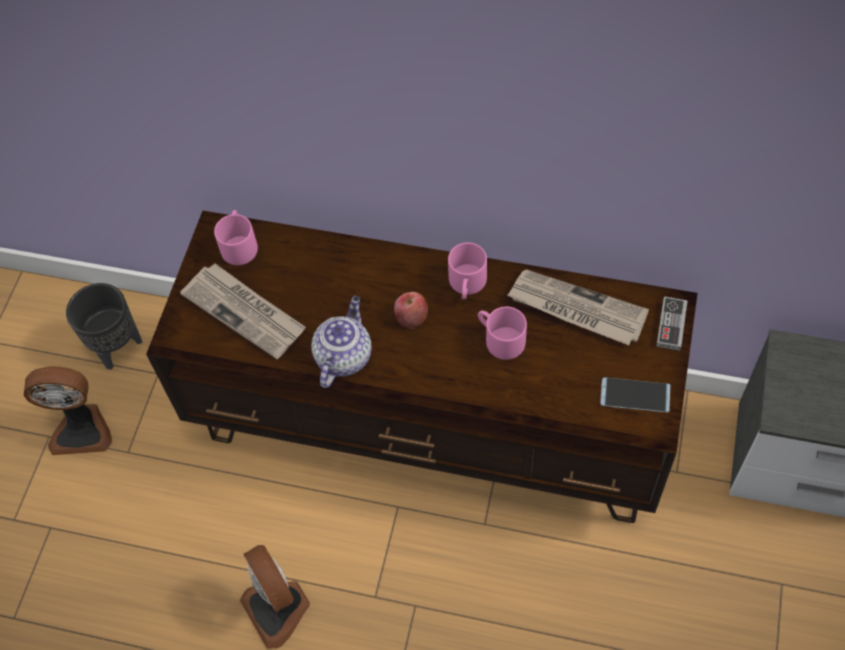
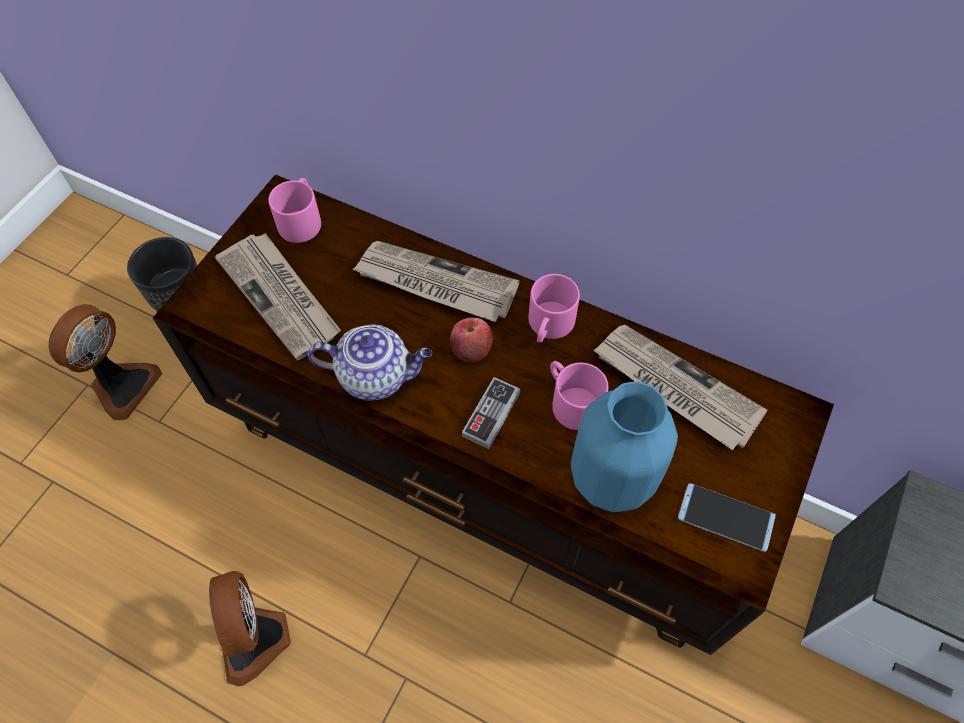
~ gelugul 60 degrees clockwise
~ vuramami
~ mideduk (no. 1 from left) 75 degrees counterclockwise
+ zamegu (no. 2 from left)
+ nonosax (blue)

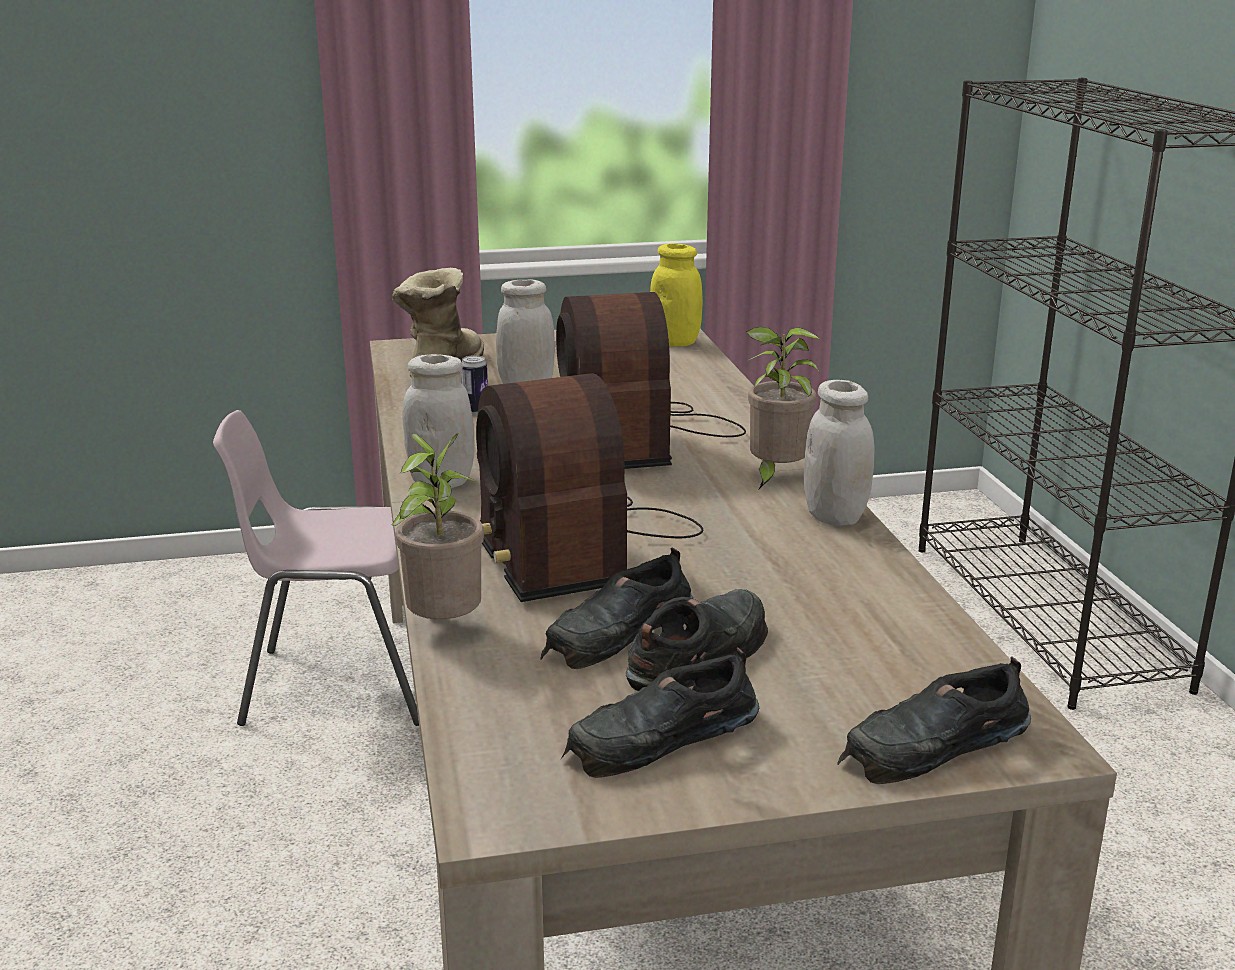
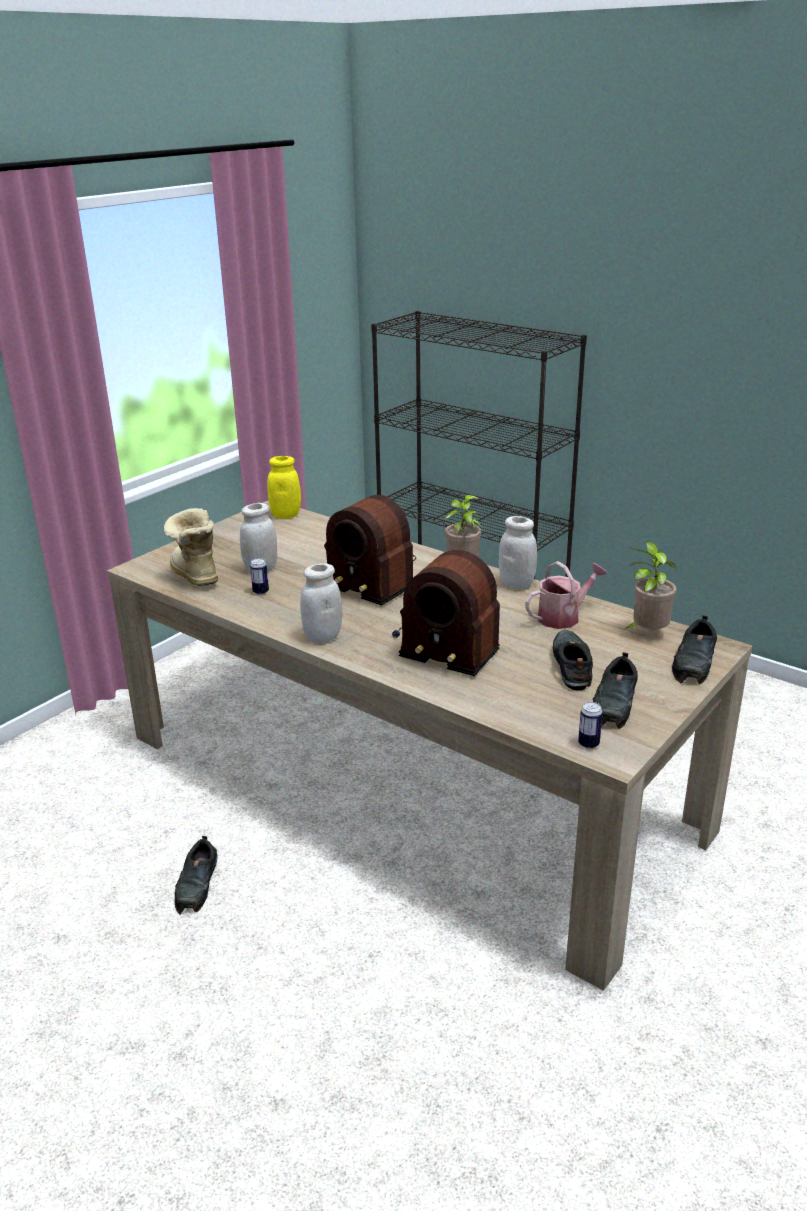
- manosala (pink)
~ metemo (no. 1 from left in the first image) to metemo (no. 2 from left)
~ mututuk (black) (no. 1 from left)
+ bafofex
+ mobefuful (no. 2 from left)

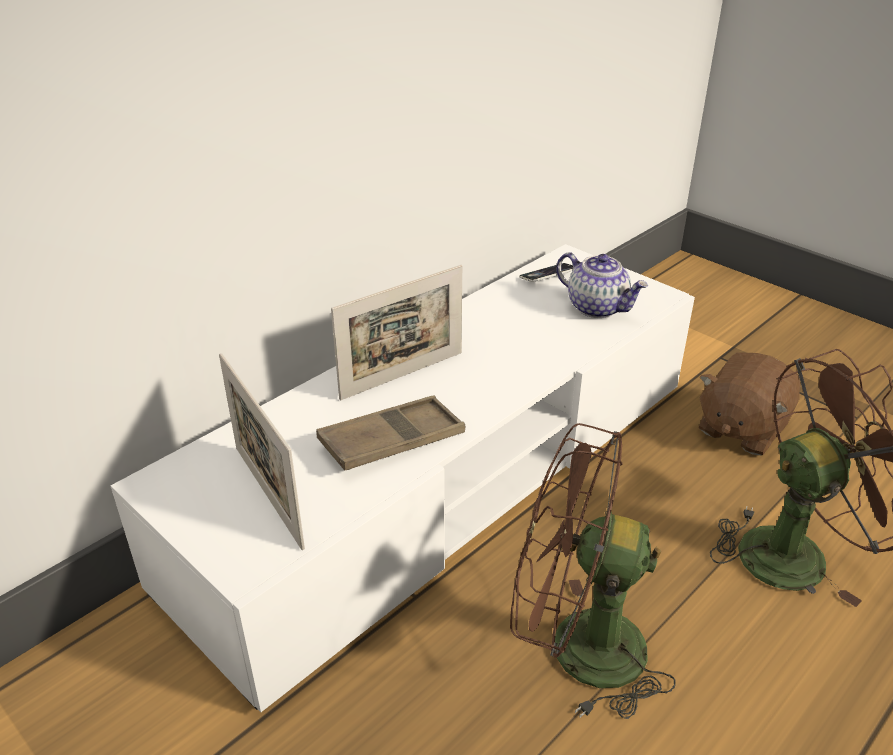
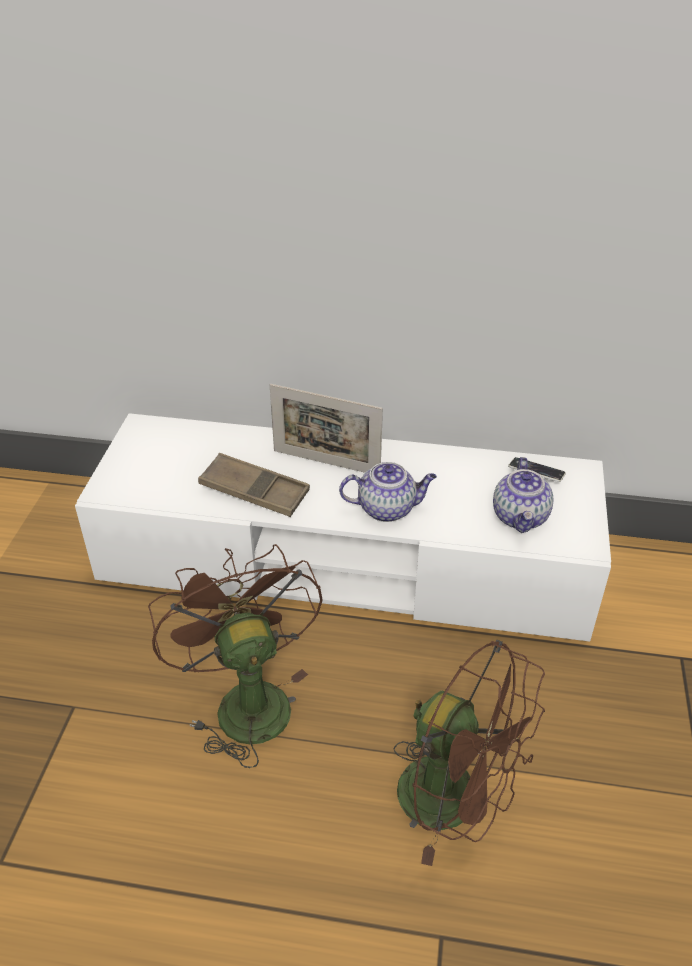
- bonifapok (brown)
- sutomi (no. 1 from left)
+ gelugul (no. 1 from left)

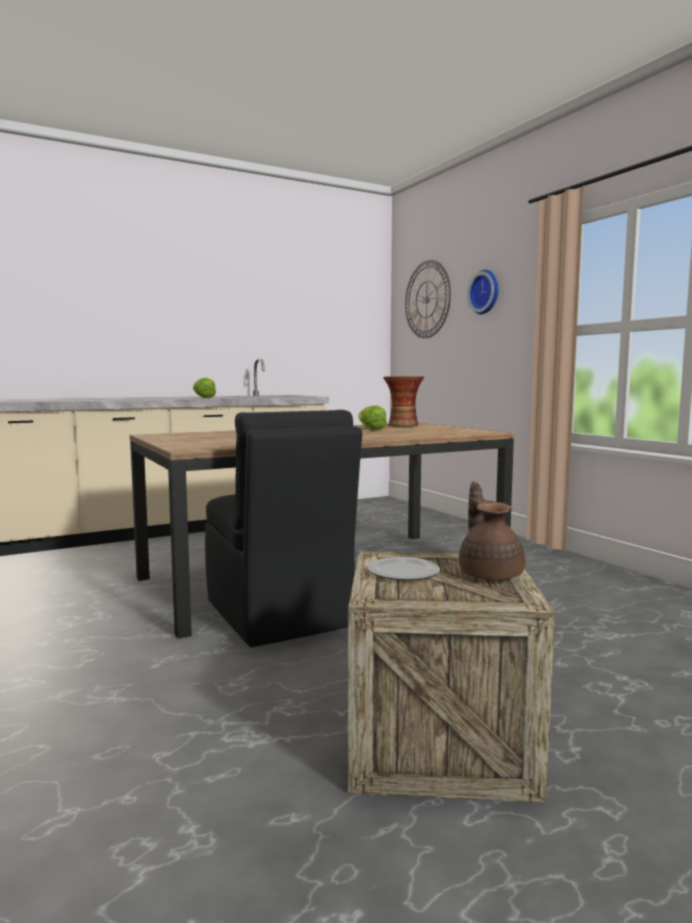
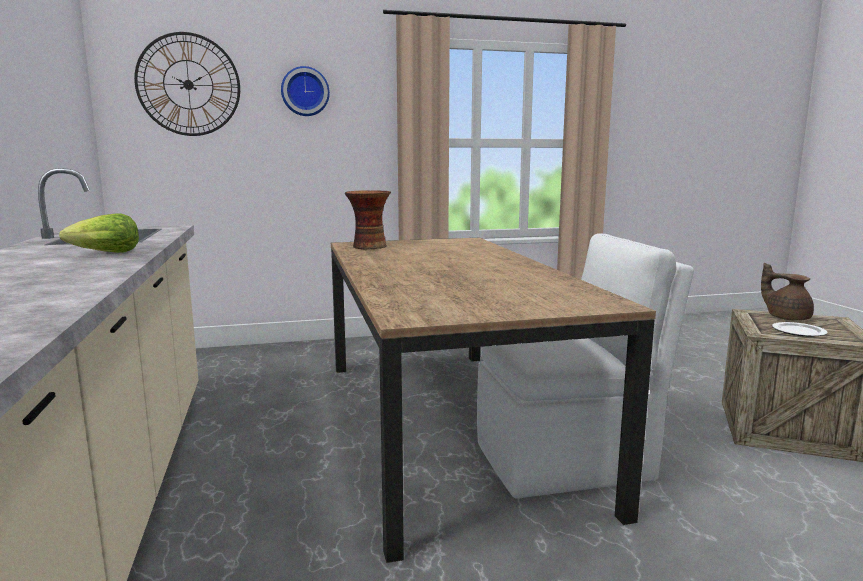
- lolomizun (no. 2 from left)
~ manosala (black) to manosala (white)
~ gelugul (brown) 45 degrees clockwise

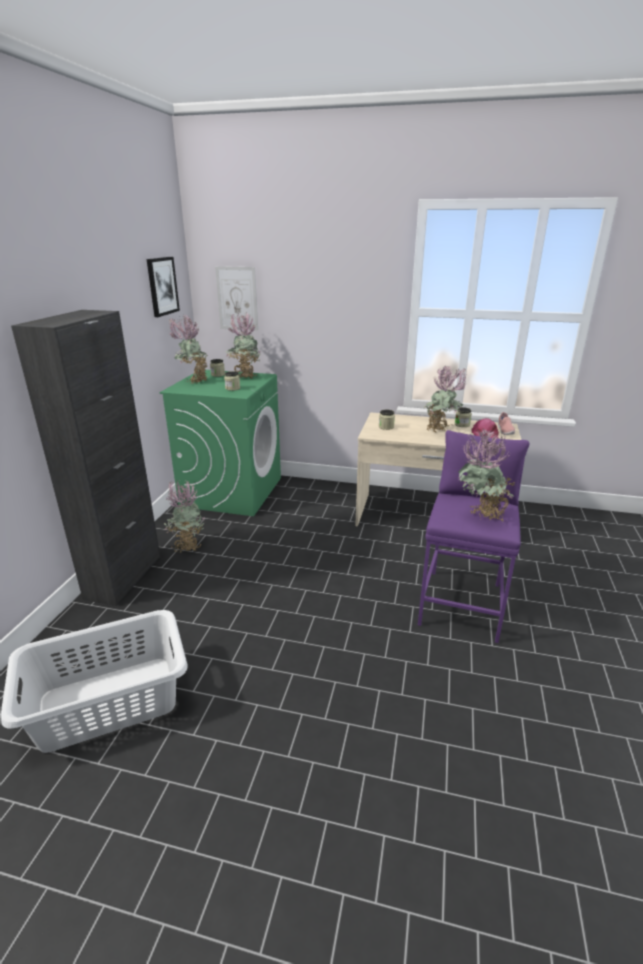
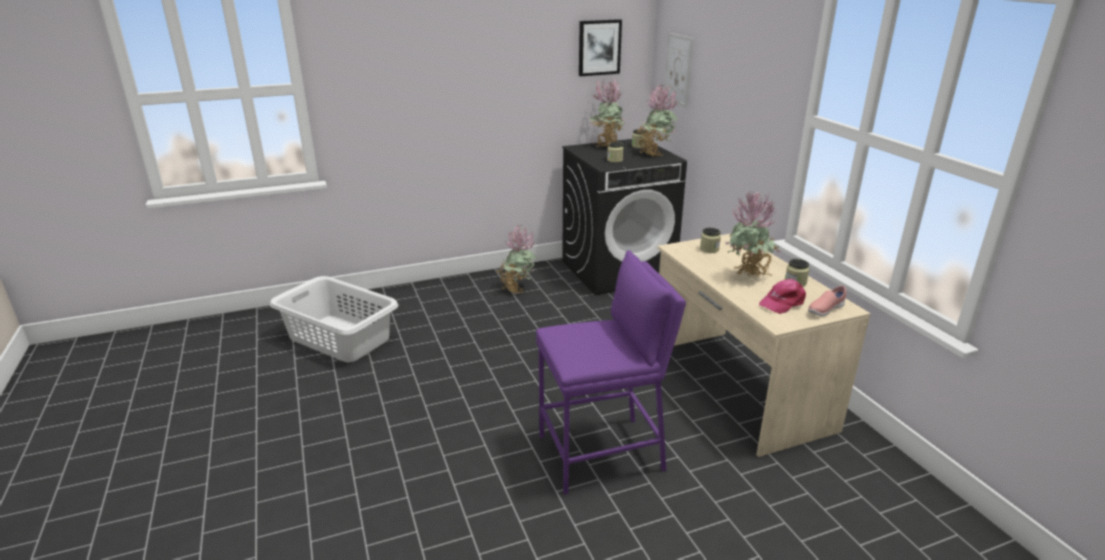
- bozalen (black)
~ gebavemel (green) to gebavemel (black)
- metemo (no. 5 from left)

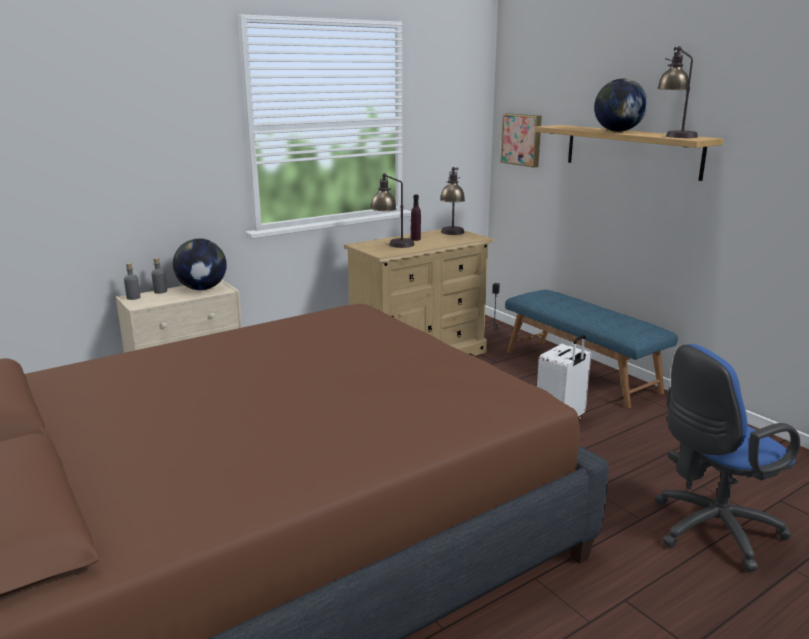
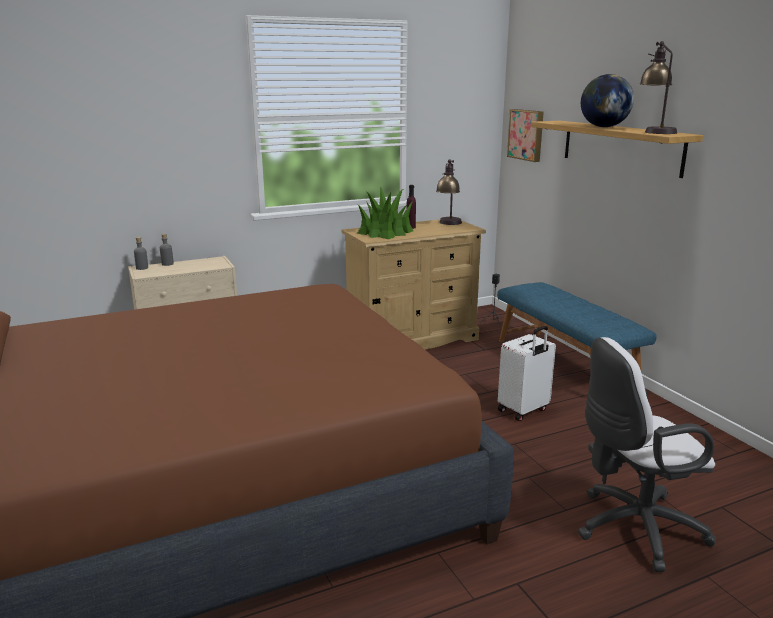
~ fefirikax (no. 1 from left) to metemo
- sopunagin (no. 1 from left)
~ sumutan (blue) to sumutan (white)

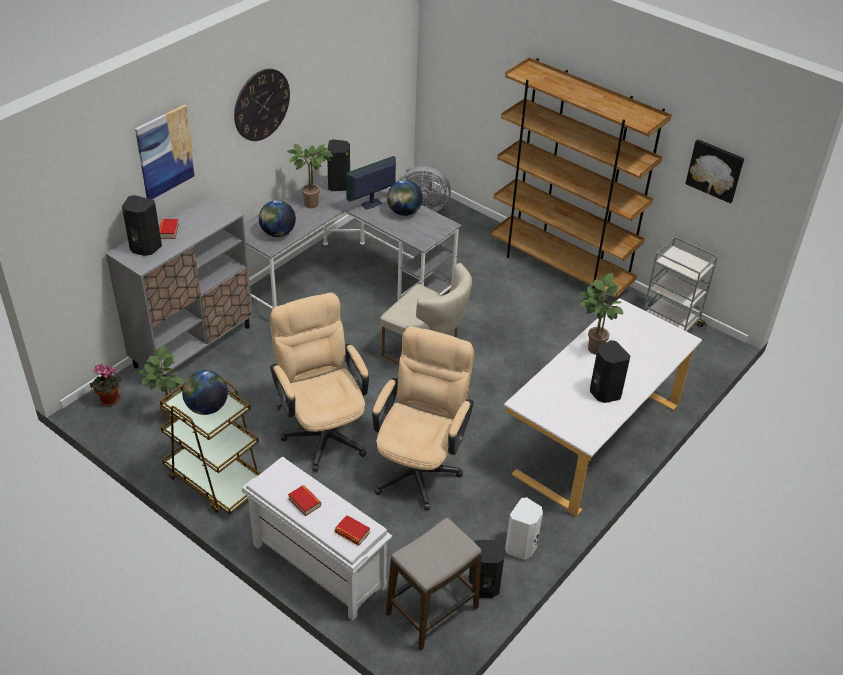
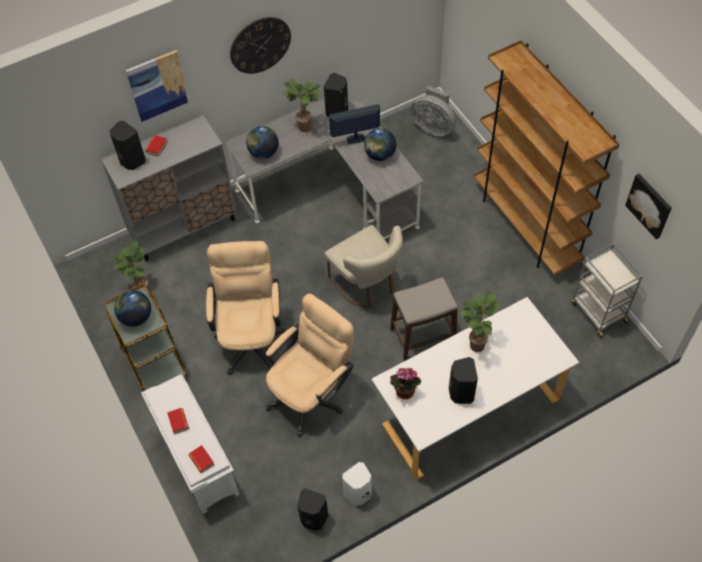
~ metemo (no. 1 from left in the first image) to metemo (no. 3 from left)
~ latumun

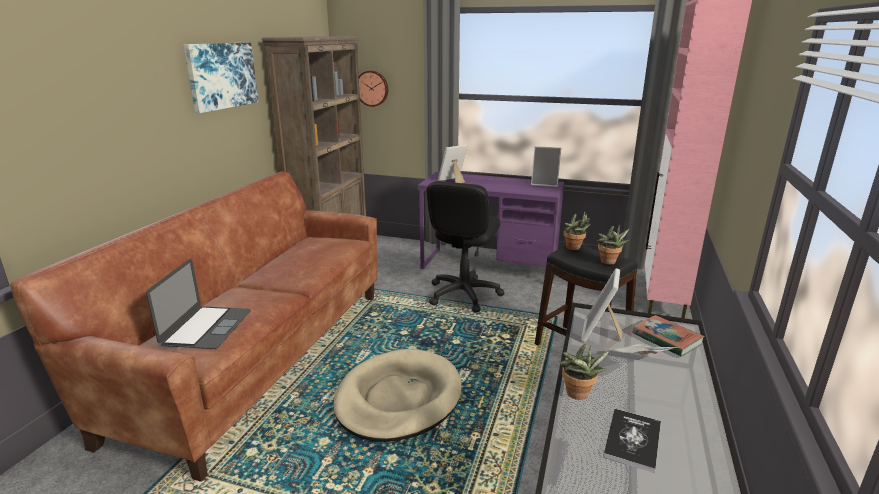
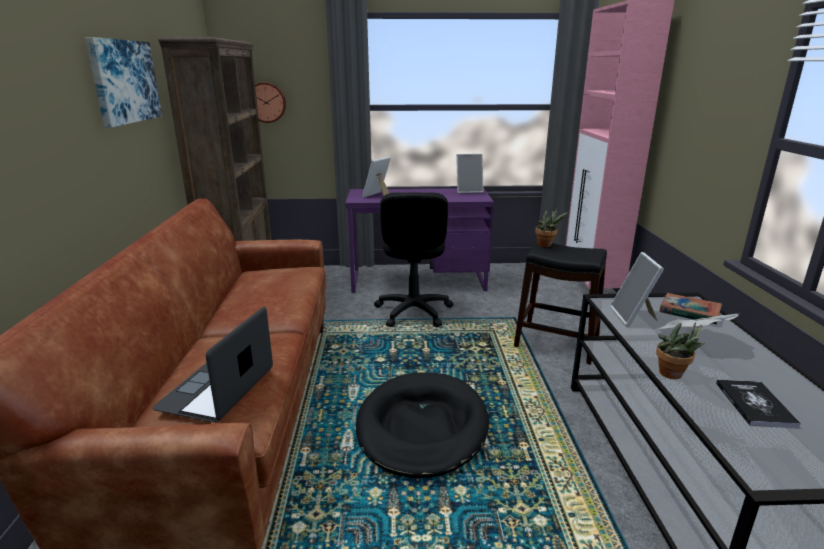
- metemo (no. 3 from left)
~ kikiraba 150 degrees counterclockwise
~ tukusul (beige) to tukusul (black)

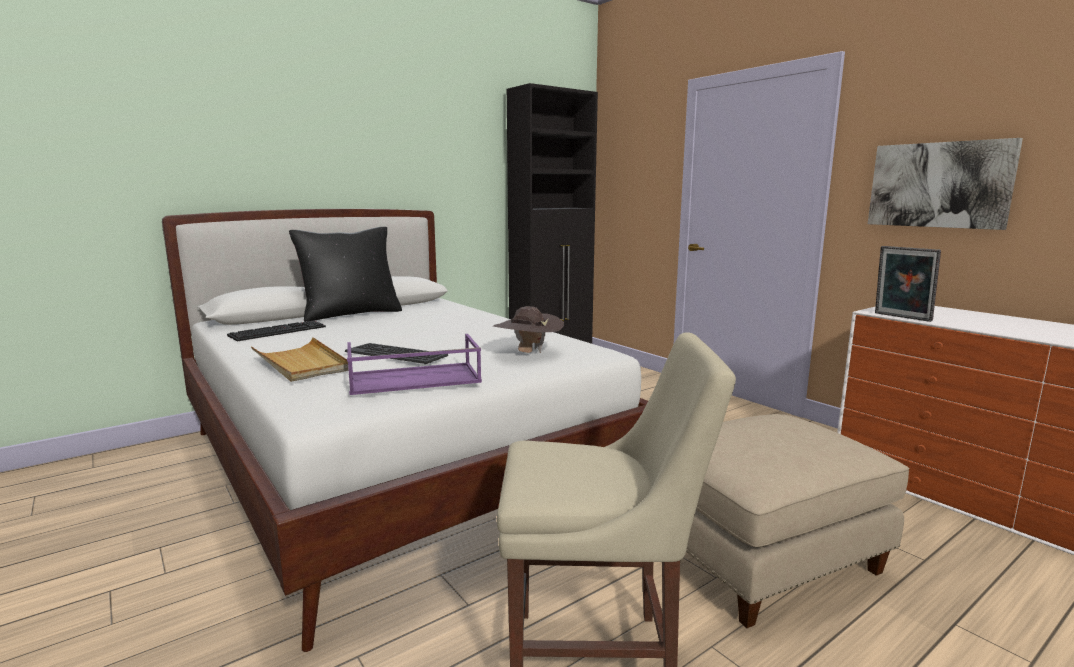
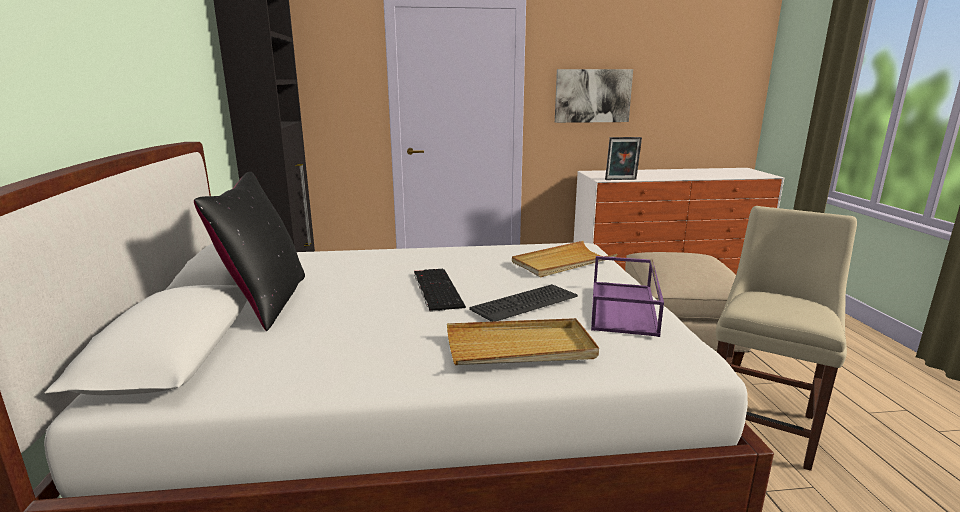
~ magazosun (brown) to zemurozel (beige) (no. 2 from left)
~ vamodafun (no. 1 from left)

